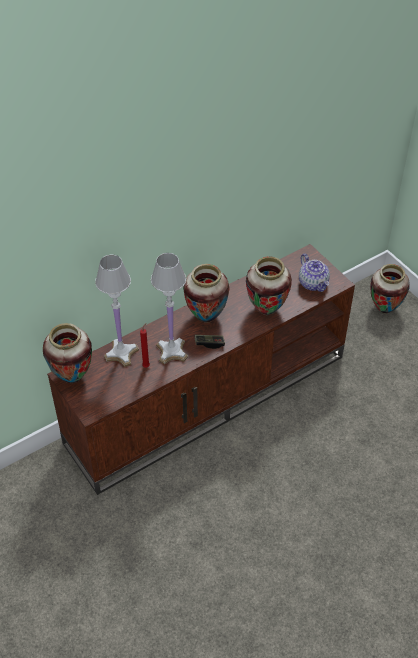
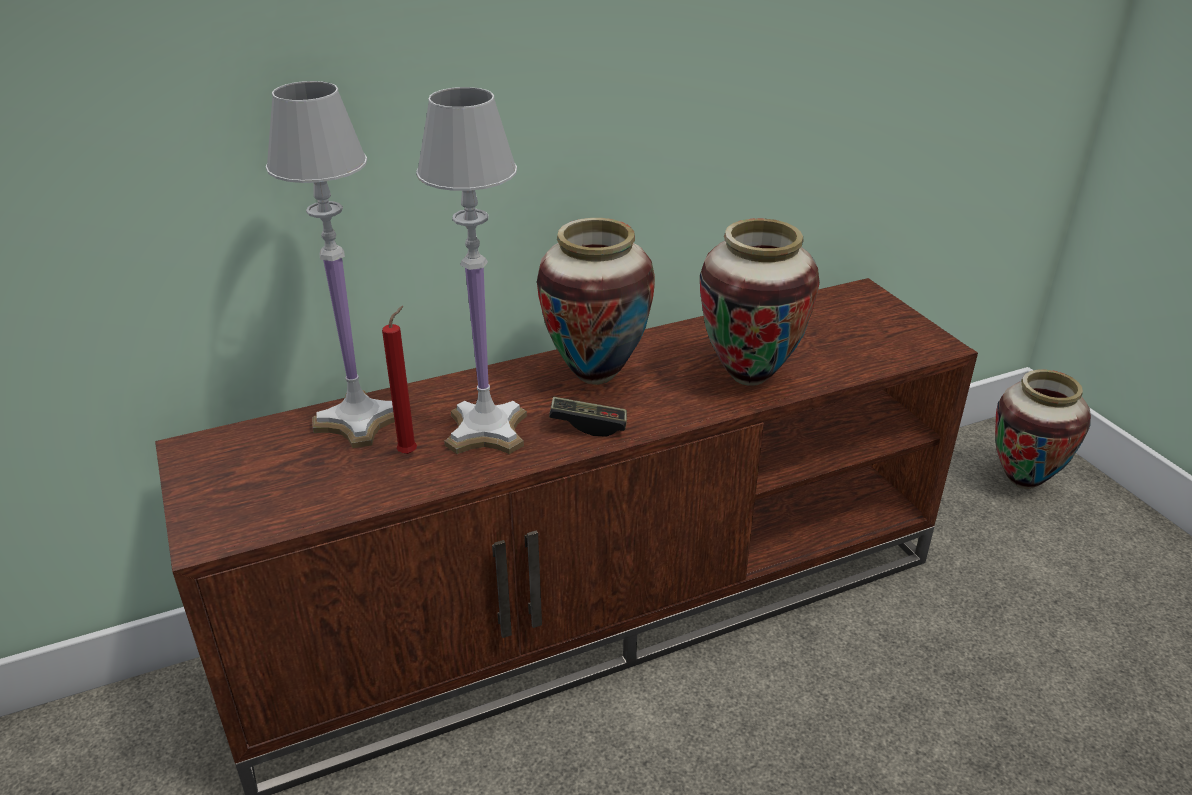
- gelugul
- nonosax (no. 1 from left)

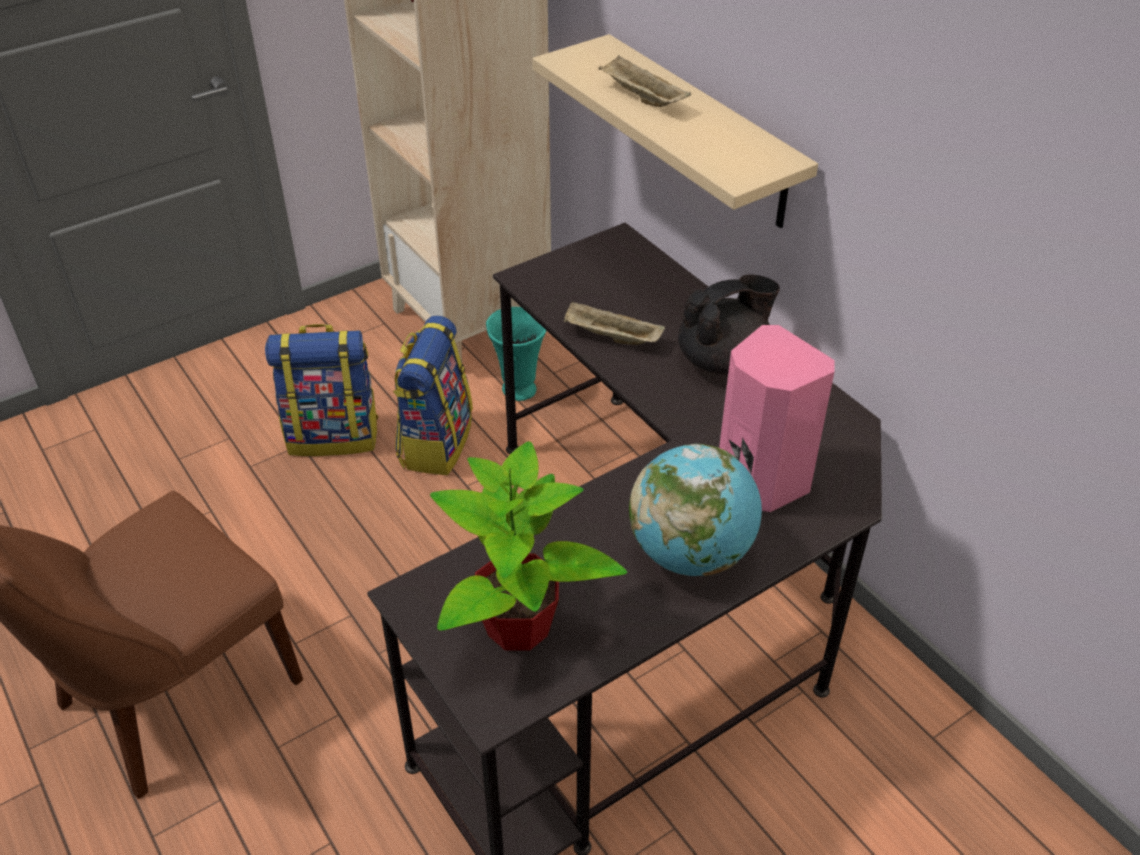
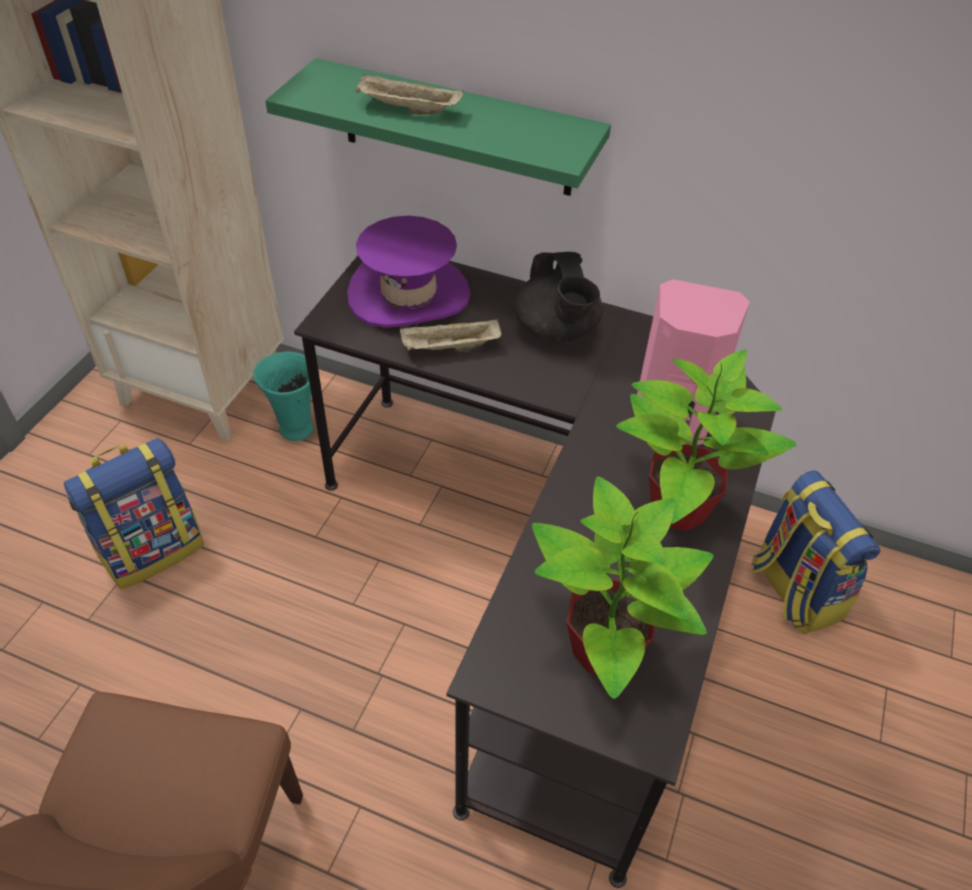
~ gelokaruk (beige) to gelokaruk (green)
~ gelugul (black) 135 degrees clockwise
~ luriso (no. 2 from left)
~ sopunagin to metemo (no. 2 from left)
+ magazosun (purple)

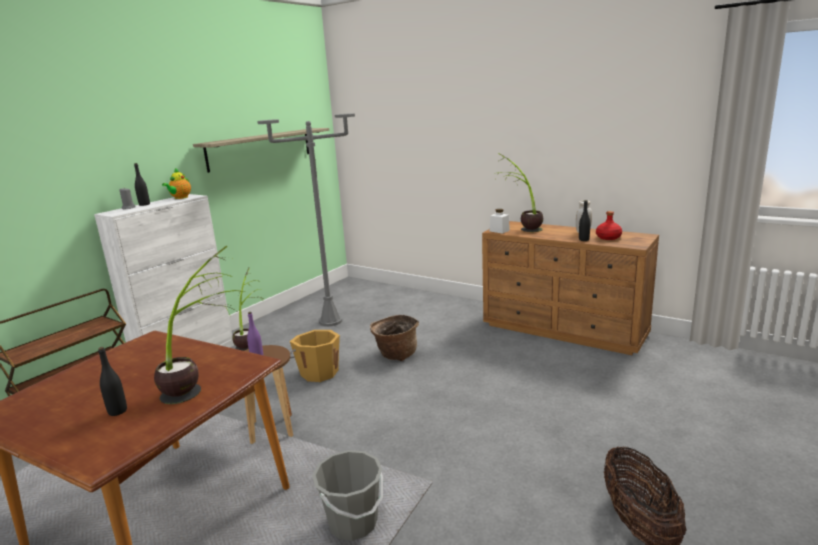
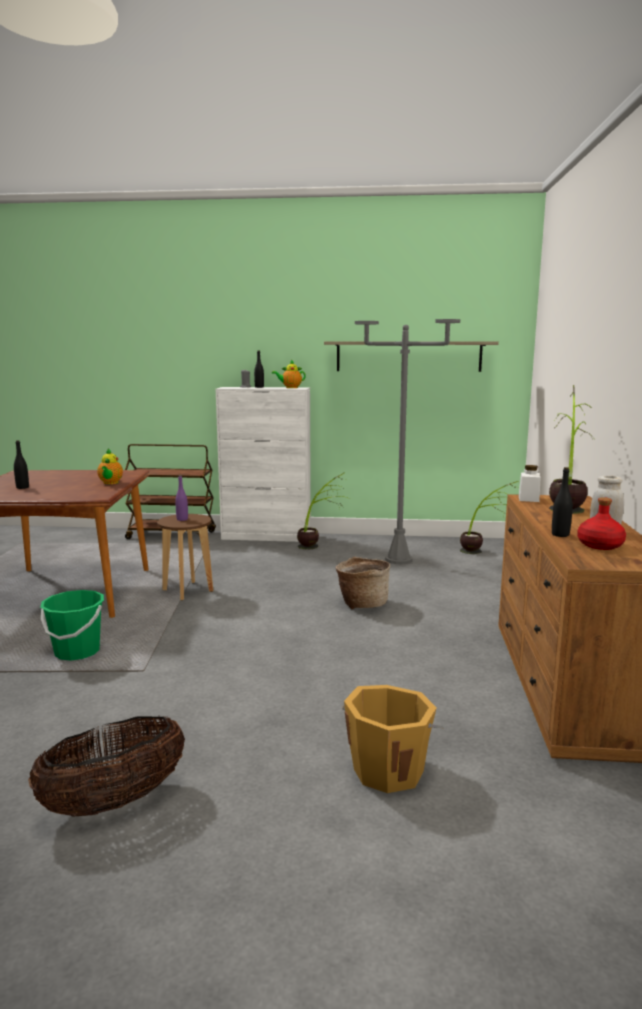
~ metemo (no. 1 from left in the first image) to metemo (no. 2 from left)
~ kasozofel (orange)
~ kasozofel (grey) to kasozofel (green)
+ gelugul (no. 1 from left)

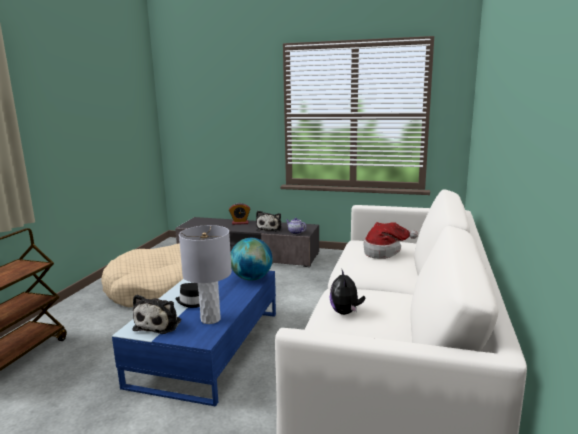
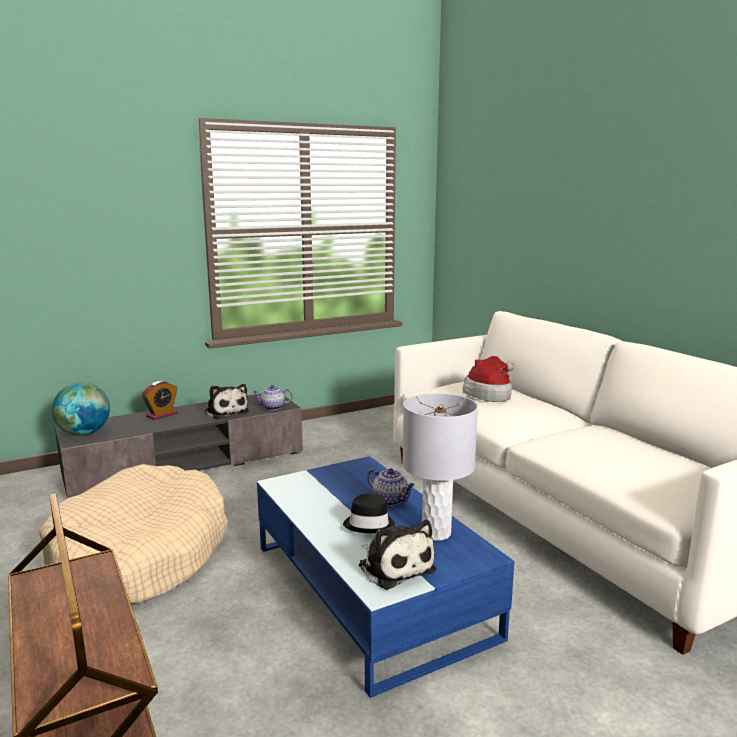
~ sopunagin
- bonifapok (no. 3 from left)
+ gelugul (no. 2 from left)

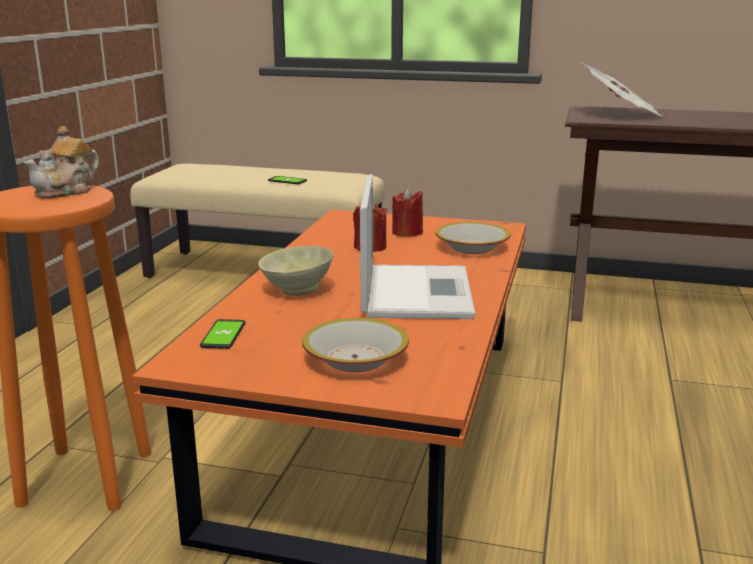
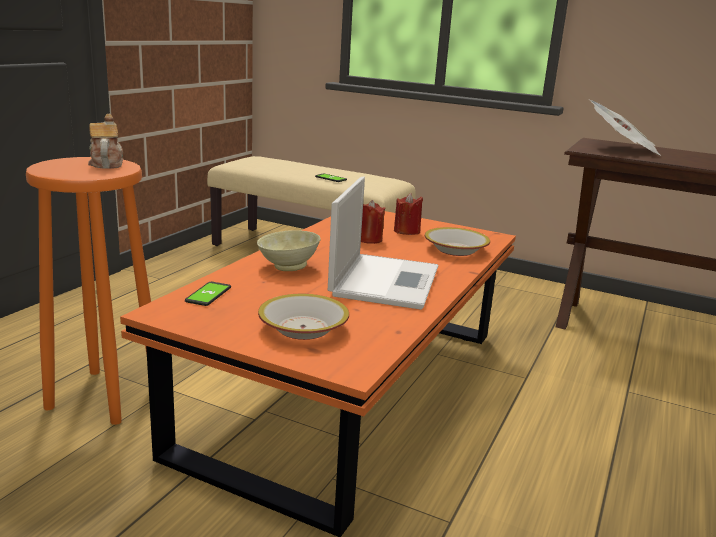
~ gelugul 120 degrees clockwise

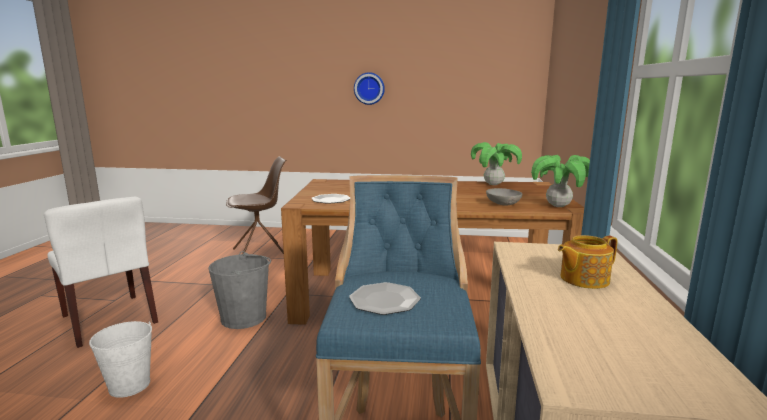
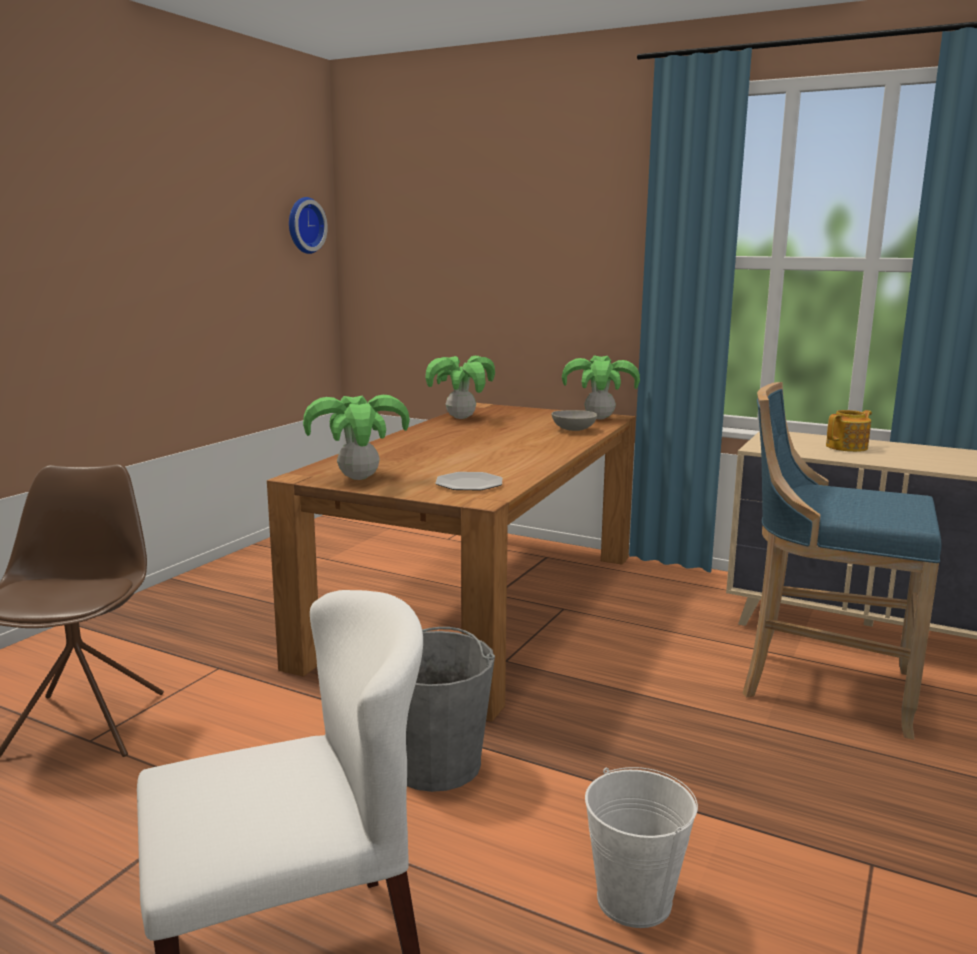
~ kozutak
~ gelugul 120 degrees counterclockwise
- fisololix (no. 2 from left)
+ metemo (no. 1 from left)

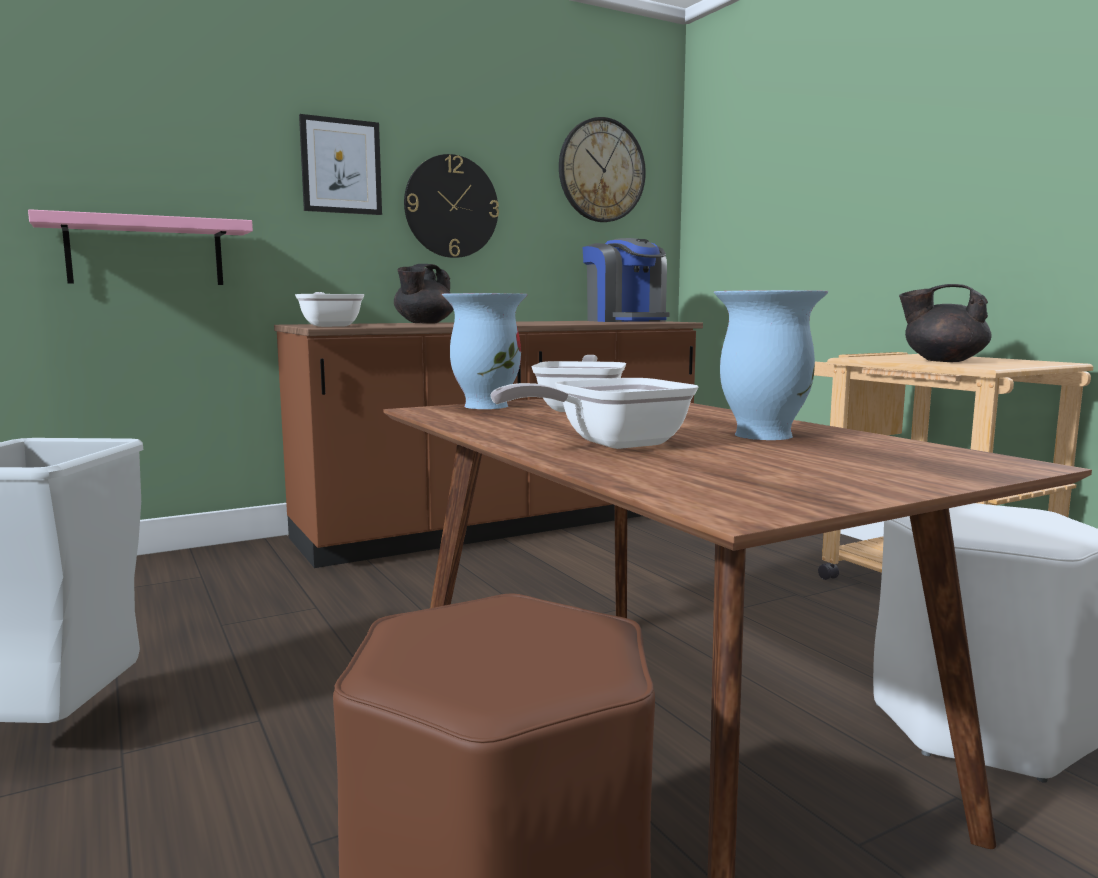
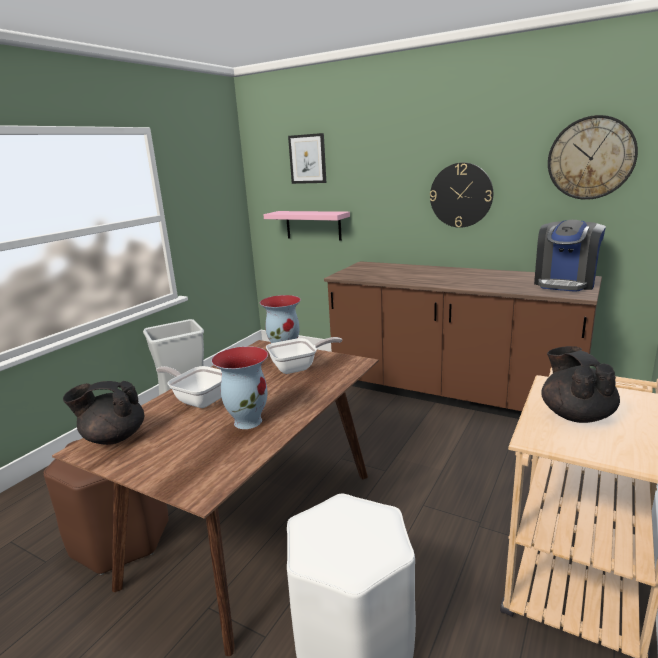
~ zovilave
~ gelugul (black) (no. 1 from left)
- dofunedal (no. 1 from left)

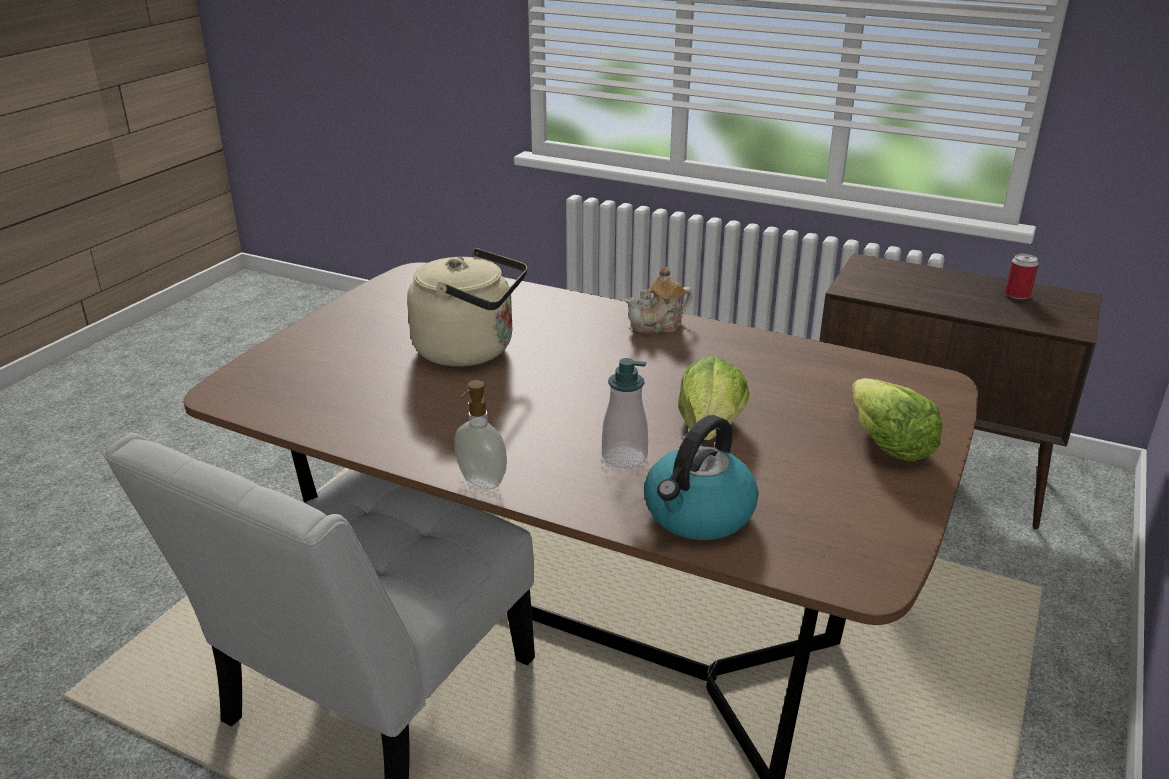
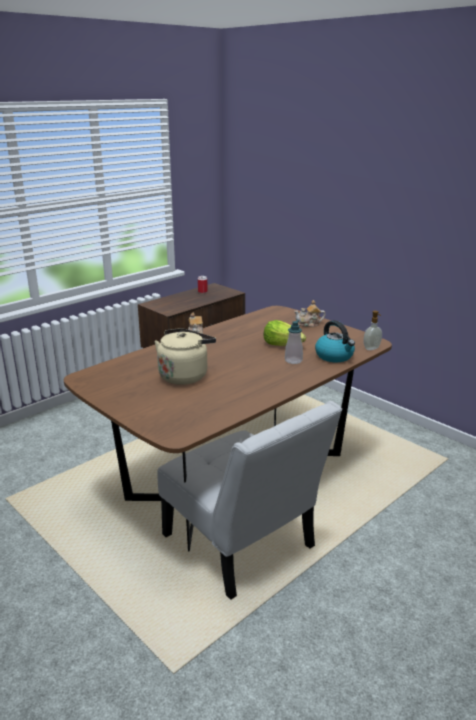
~ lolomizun (no. 2 from left) to gelugul (no. 2 from left)
~ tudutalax (no. 1 from left in the first image) to tudutalax (no. 2 from left)

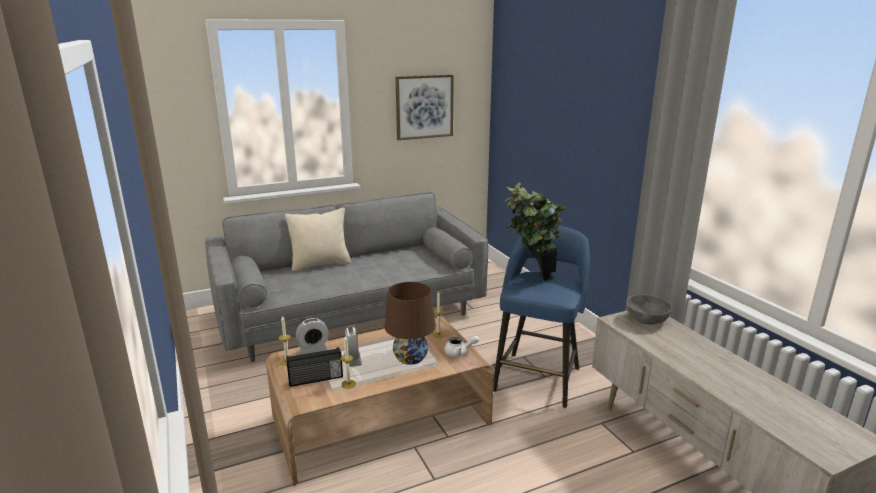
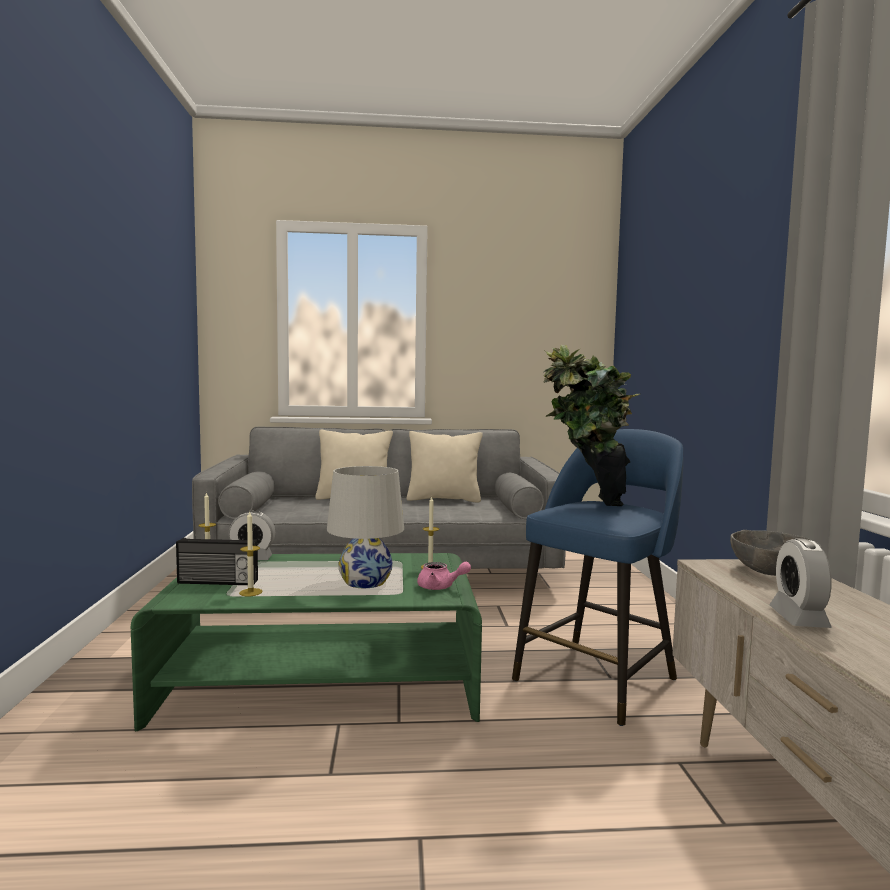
- zovilave
~ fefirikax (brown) to fefirikax (white)
~ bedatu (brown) to bedatu (green)
~ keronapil (no. 2 from left)
~ gelugul (white) to gelugul (pink)
+ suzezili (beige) (no. 2 from left)

